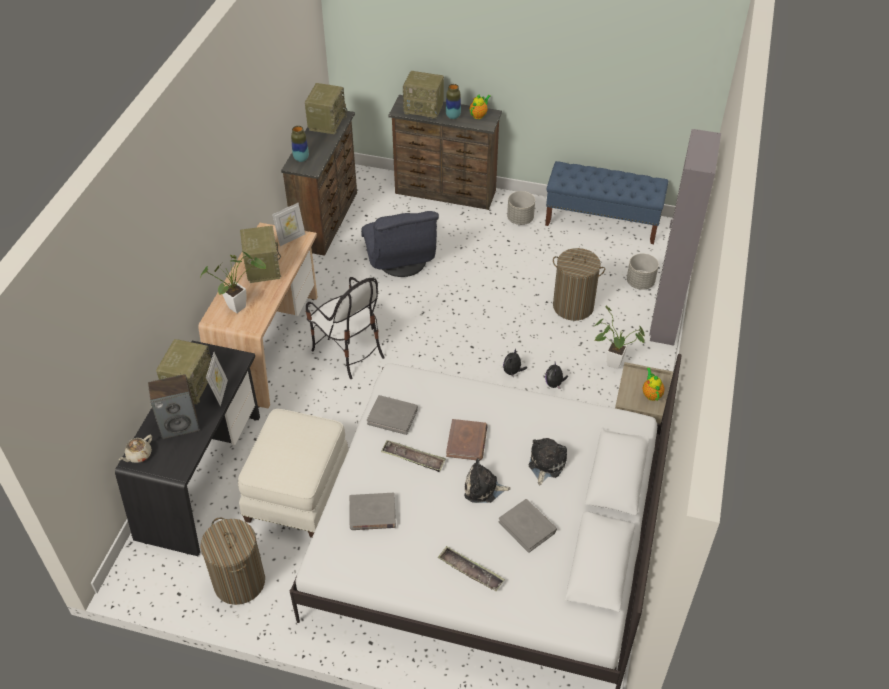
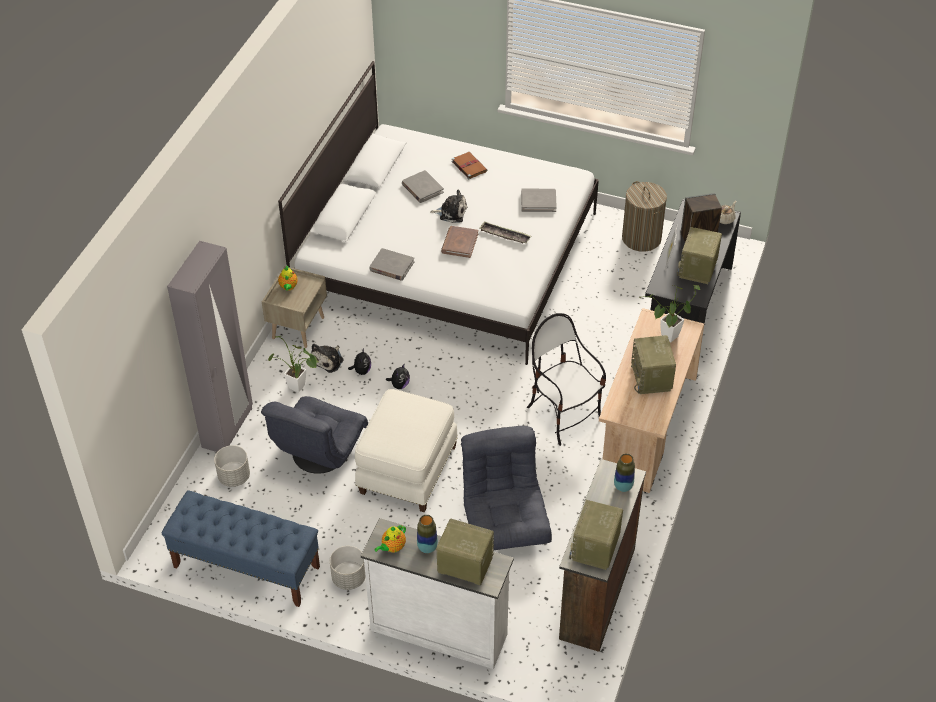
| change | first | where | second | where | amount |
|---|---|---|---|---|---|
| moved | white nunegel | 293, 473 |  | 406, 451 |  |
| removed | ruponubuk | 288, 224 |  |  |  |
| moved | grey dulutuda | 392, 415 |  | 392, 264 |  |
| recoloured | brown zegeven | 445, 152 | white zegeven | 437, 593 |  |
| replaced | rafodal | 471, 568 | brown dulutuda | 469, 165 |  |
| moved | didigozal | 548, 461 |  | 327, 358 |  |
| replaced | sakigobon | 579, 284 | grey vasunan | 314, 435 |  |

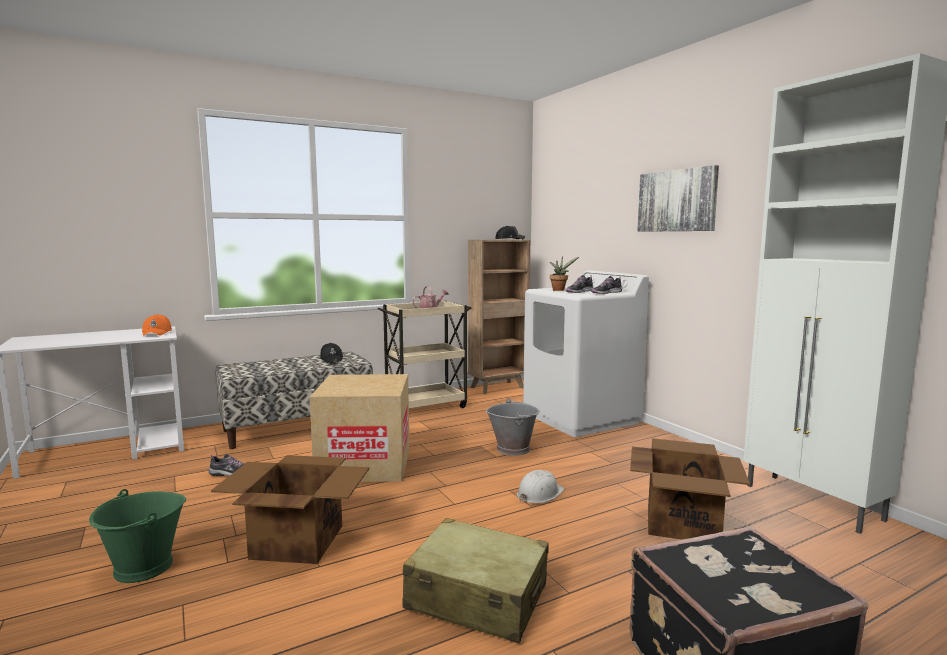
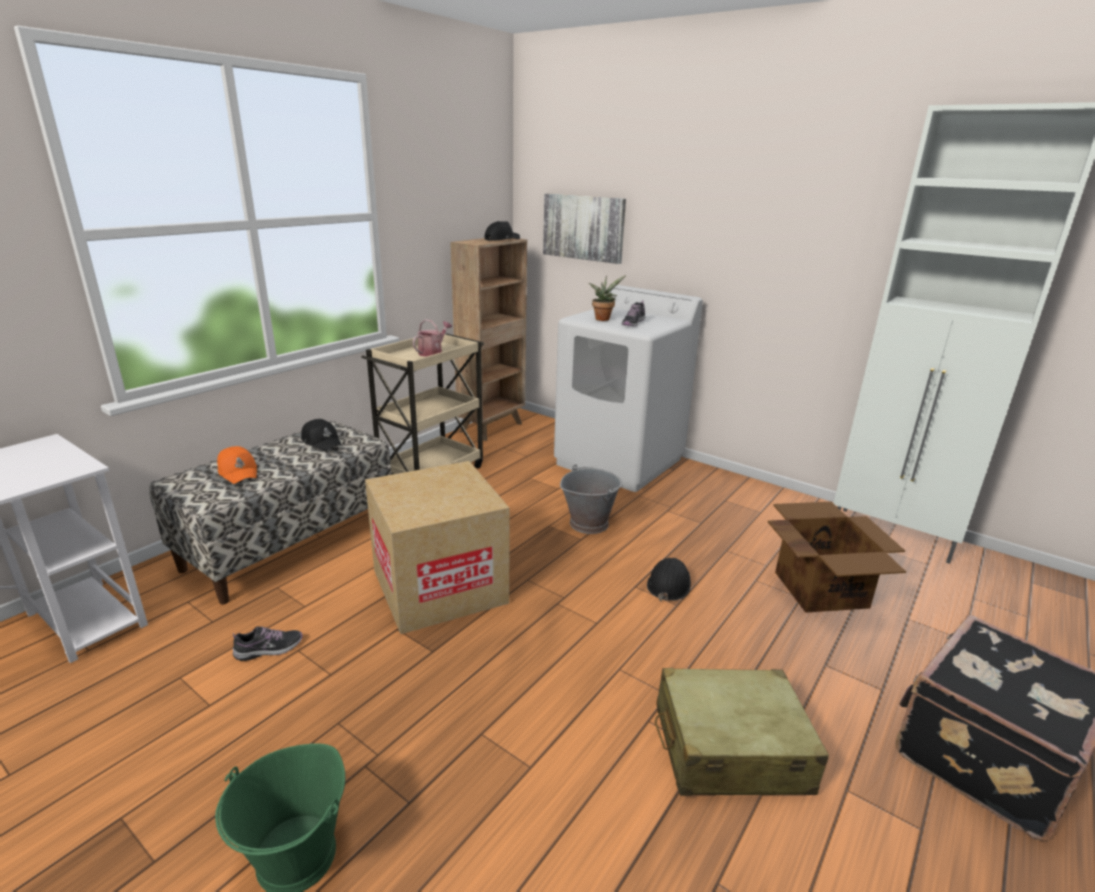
| change | first | where | second | where | amount |
|---|---|---|---|---|---|
| moved | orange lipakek | 157, 325 |  | 237, 465 |  |
| removed | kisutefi | 290, 509 |  |  |  |
| recoloured | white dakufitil | 540, 486 | black dakufitil | 669, 579 |  |
| removed | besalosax | 606, 285 |  |  |  |
| moved | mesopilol | 678, 198 |  | 584, 229 |  |

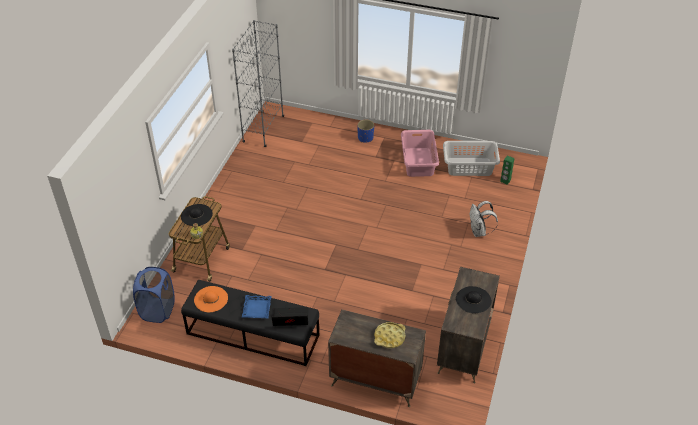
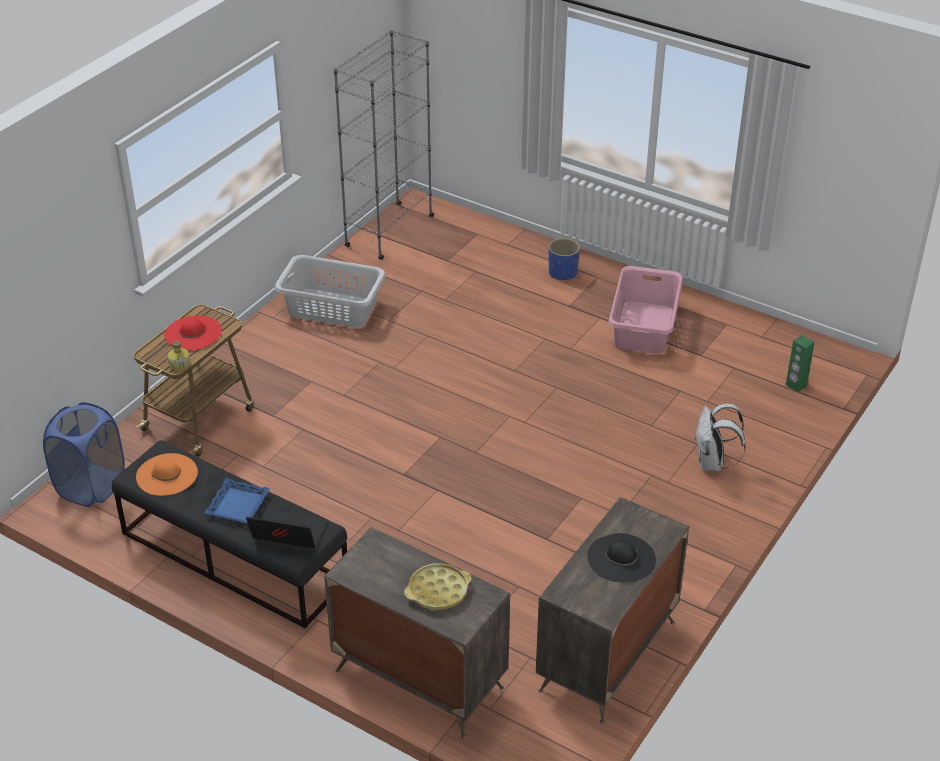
| change | first | where | second | where | amount |
|---|---|---|---|---|---|
| recoloured | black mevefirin | 197, 215 | red mevefirin | 193, 333 |  |
| moved | grey sakigobon | 471, 158 |  | 330, 291 |  |

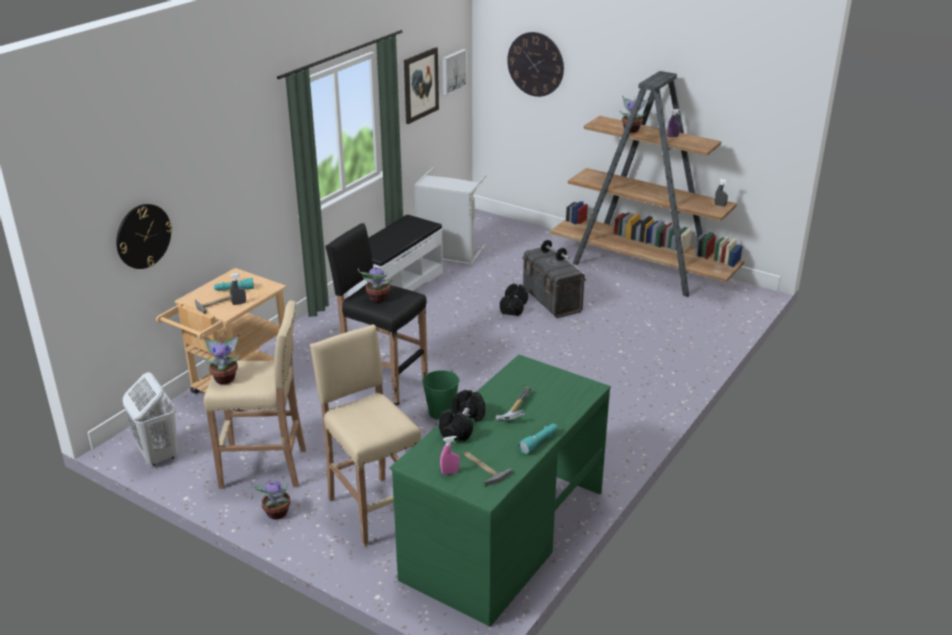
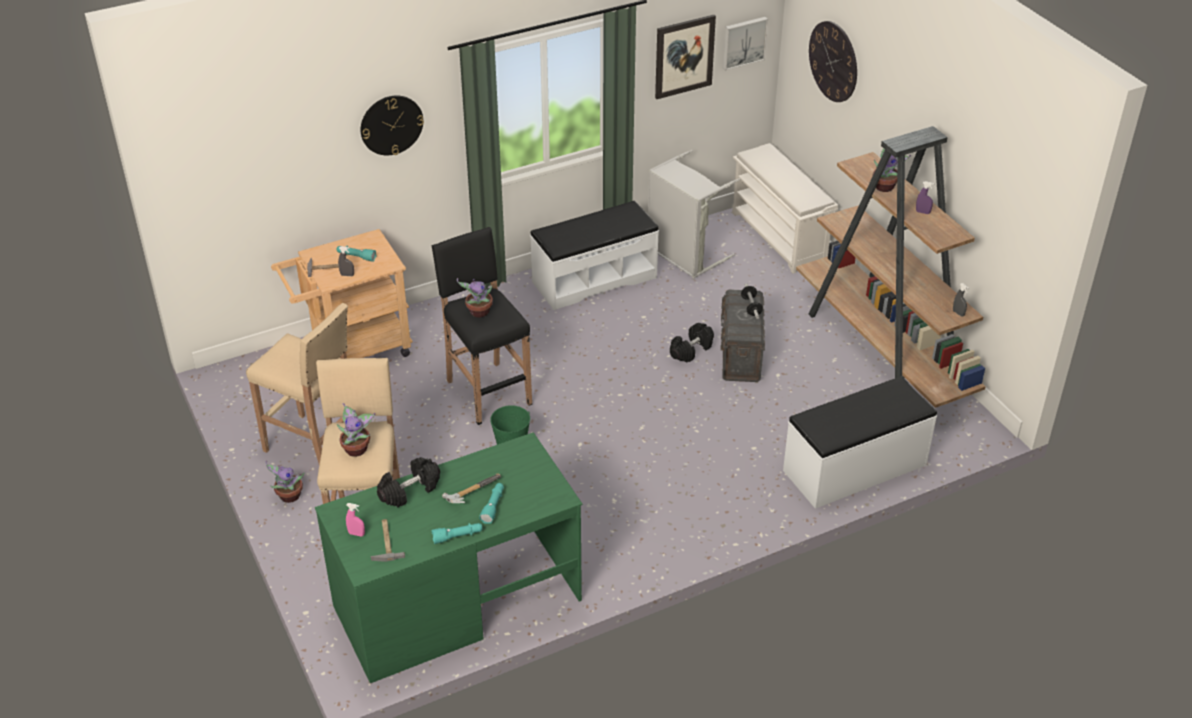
| change | first | where | second | where | amount |
|---|---|---|---|---|---|
| moved | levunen | 144, 236 |  | 392, 125 |  |
| removed | white sakigobon | 150, 419 |  |  |  |
| moved | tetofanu | 221, 359 |  | 356, 430 |  |
| added |  |  | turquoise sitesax | 491, 503 |  |
| added |  |  | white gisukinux | 785, 208 |  |
| added |  |  | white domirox | 860, 443 |  |

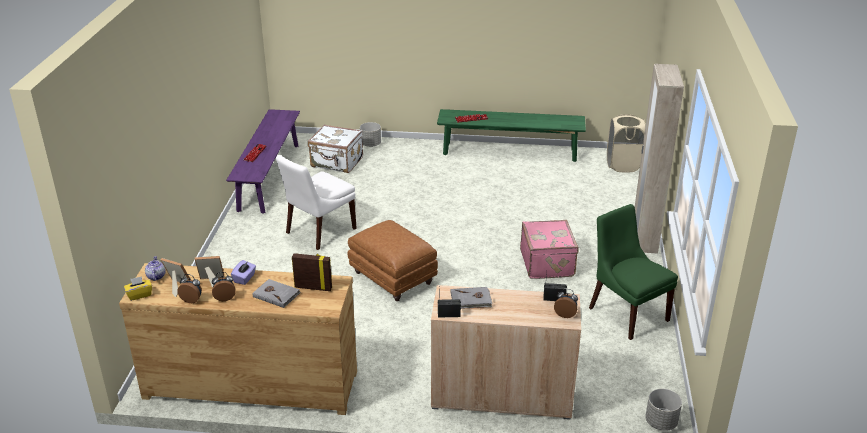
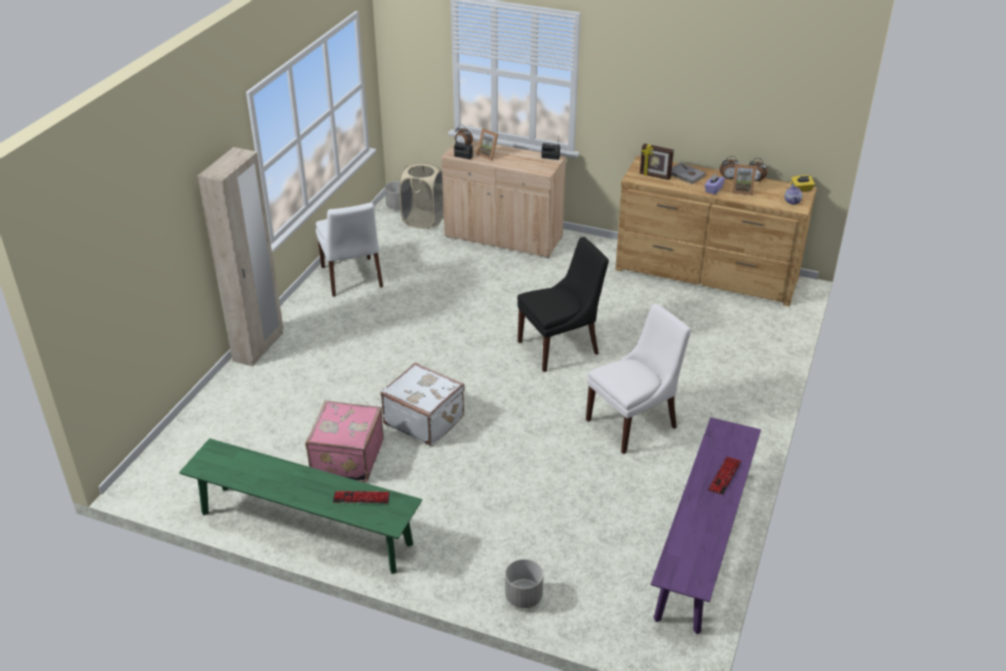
| change | first | where | second | where | amount |
|---|---|---|---|---|---|
| moved | ruponubuk | 176, 277 |  | 487, 144 |  |
| moved | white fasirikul | 335, 148 |  | 422, 404 |  |
| replaced | brown nunegel | 392, 260 | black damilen | 563, 304 |  |
| removed | grey dulutuda | 472, 298 |  |  |  |
| moved | pink fasirikul | 549, 249 |  | 344, 441 |  |
| recoloured | green damilen | 633, 272 | white damilen | 349, 249 |  |
| moved | beige sakigobon | 626, 143 |  | 421, 195 |  |

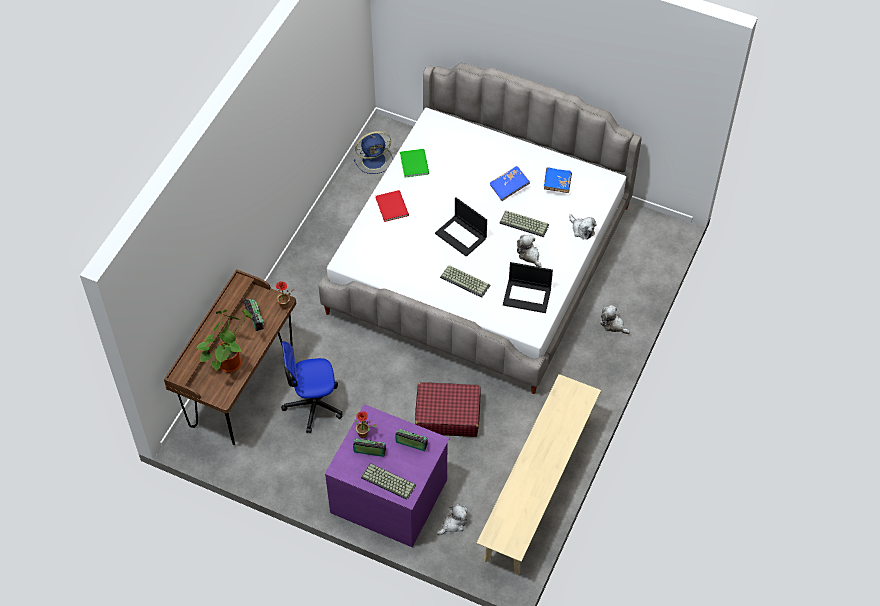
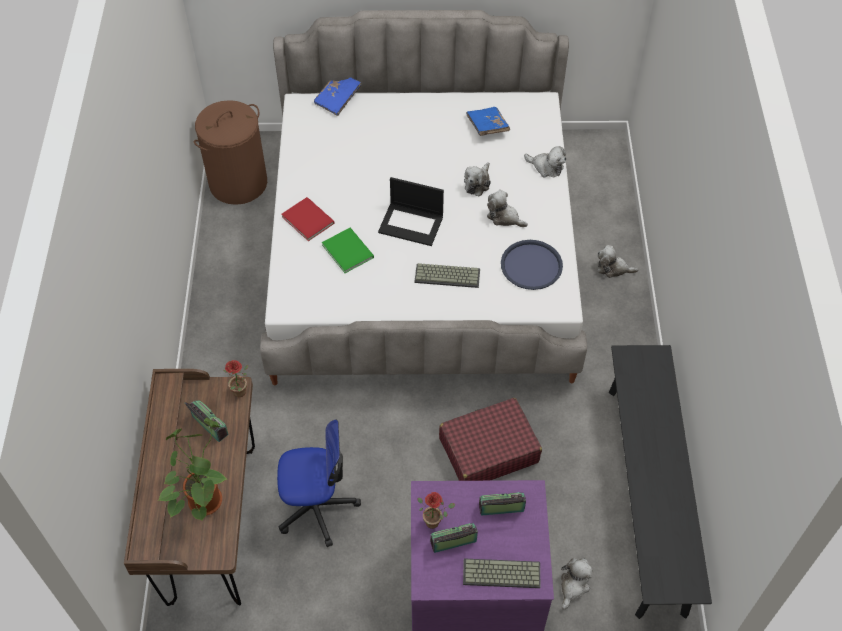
| change | first | where | second | where | amount |
|---|---|---|---|---|---|
| turned | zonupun | 311, 387 |  | 319, 483 | 150 degrees counterclockwise |
| replaced | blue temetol | 373, 152 | brown sakigobon | 230, 152 |  |
| moved | green dulutuda | 414, 163 |  | 348, 250 |  |
| recoloured | beige domirox | 539, 474 | black domirox | 660, 482 |  |
| moved | blue dulutuda | 510, 183 |  | 337, 96 |  |
| replaced | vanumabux | 524, 224 | didigozal | 477, 179 |  |
| replaced | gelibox | 528, 287 | blue rafodal | 532, 265 |  |

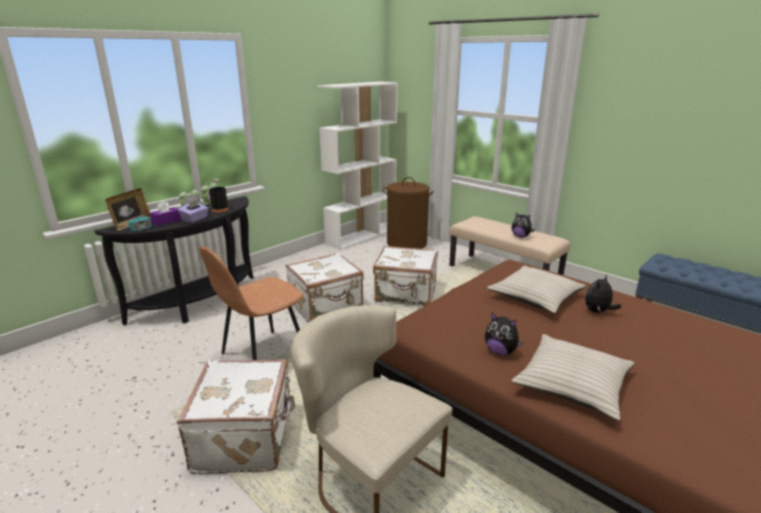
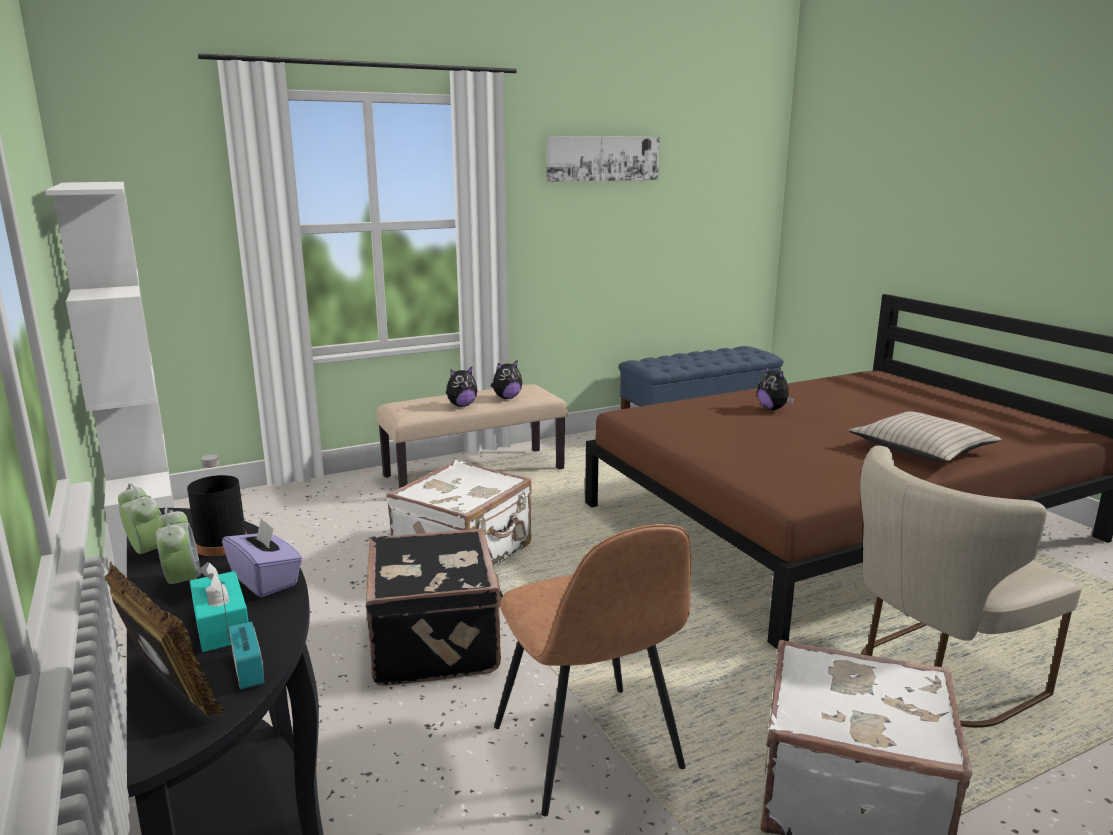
| change | first | where | second | where | amount |
|---|---|---|---|---|---|
| recoloured | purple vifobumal | 165, 213 | turquoise vifobumal | 219, 607 |  |
| recoloured | white fasirikul | 324, 287 | black fasirikul | 434, 606 |  |
| removed | brown sakigobon | 408, 213 |  |  |  |
| moved | didigozal | 504, 333 |  | 461, 387 |  |
| removed | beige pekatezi | 536, 289 |  |  |  |
| added |  |  | mesopilol | 603, 159 |  |

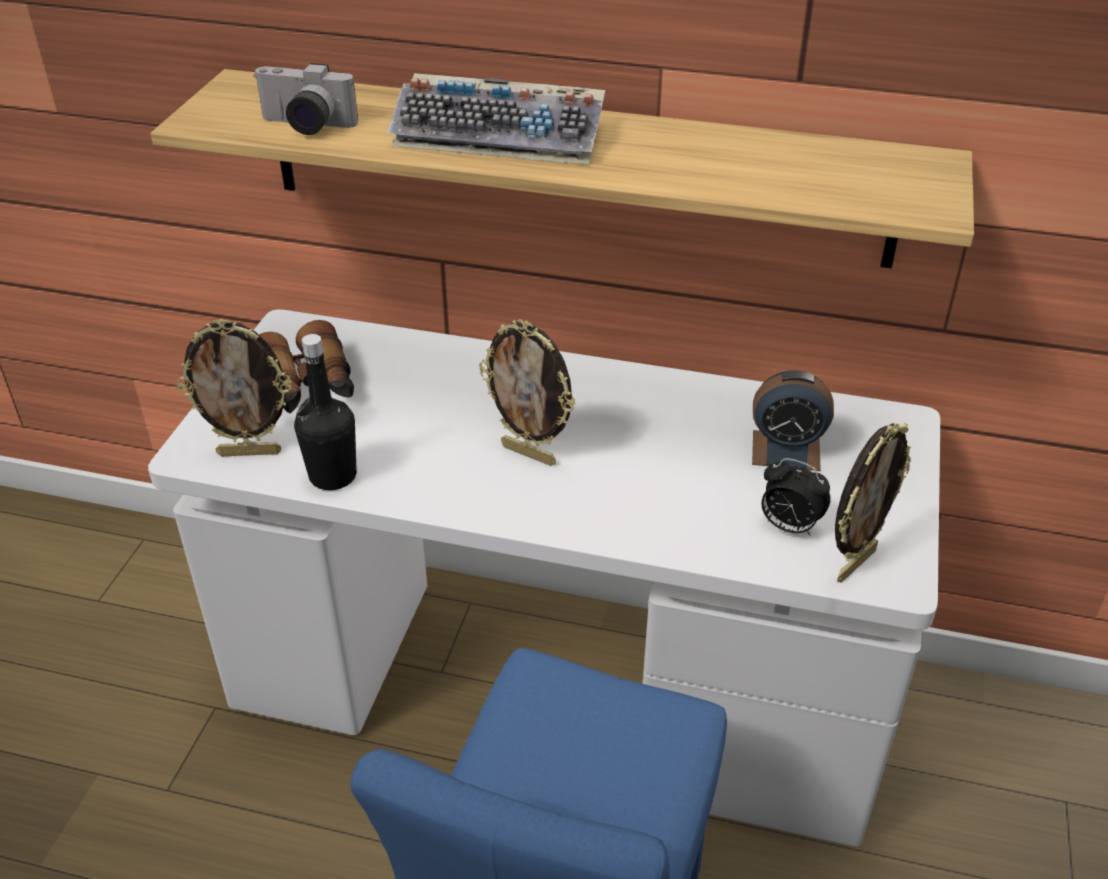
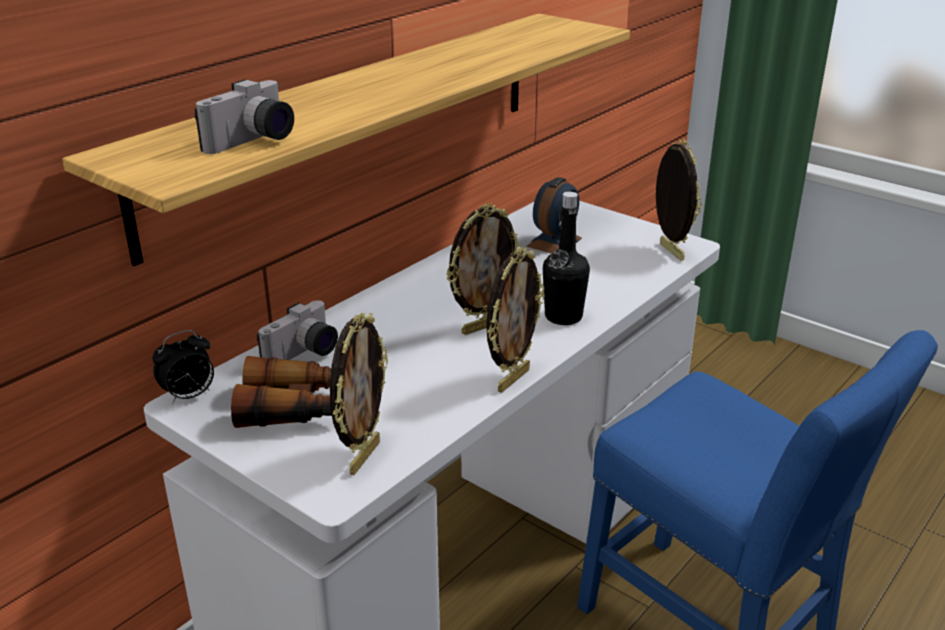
| change | first | where | second | where | amount |
|---|---|---|---|---|---|
| moved | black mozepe | 325, 412 |  | 566, 258 |  |
| removed | vanumabux | 496, 118 |  |  |  |
| moved | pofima | 796, 497 |  | 183, 367 |  |
| added |  |  | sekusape | 297, 330 |  |
| added |  |  | ruponubuk | 515, 320 |  |

